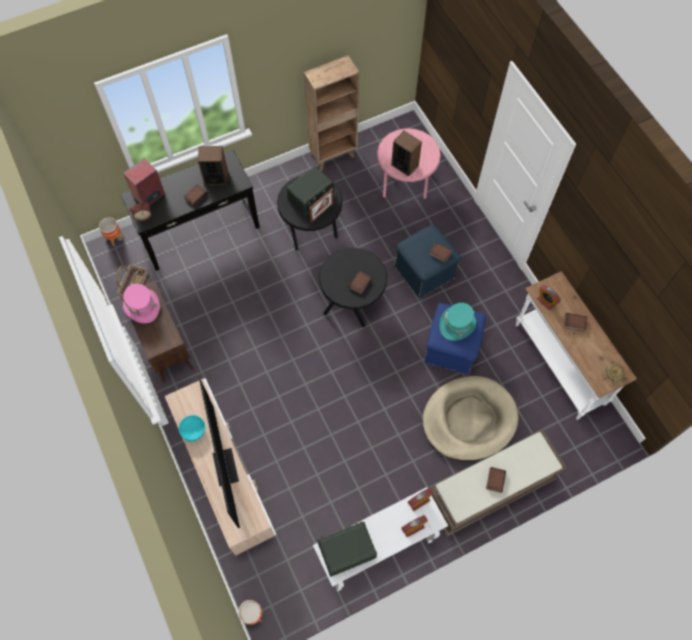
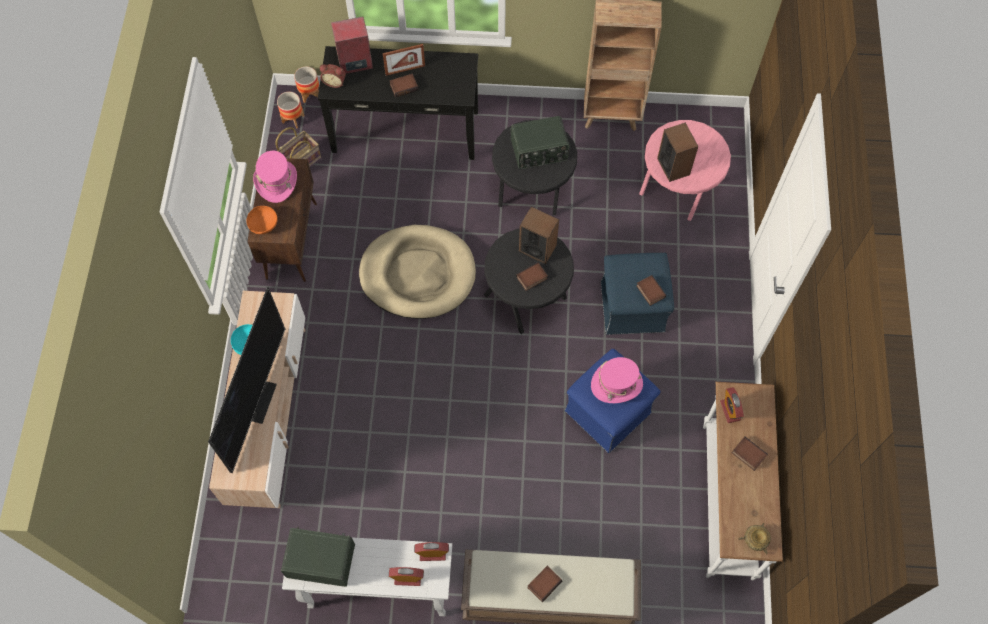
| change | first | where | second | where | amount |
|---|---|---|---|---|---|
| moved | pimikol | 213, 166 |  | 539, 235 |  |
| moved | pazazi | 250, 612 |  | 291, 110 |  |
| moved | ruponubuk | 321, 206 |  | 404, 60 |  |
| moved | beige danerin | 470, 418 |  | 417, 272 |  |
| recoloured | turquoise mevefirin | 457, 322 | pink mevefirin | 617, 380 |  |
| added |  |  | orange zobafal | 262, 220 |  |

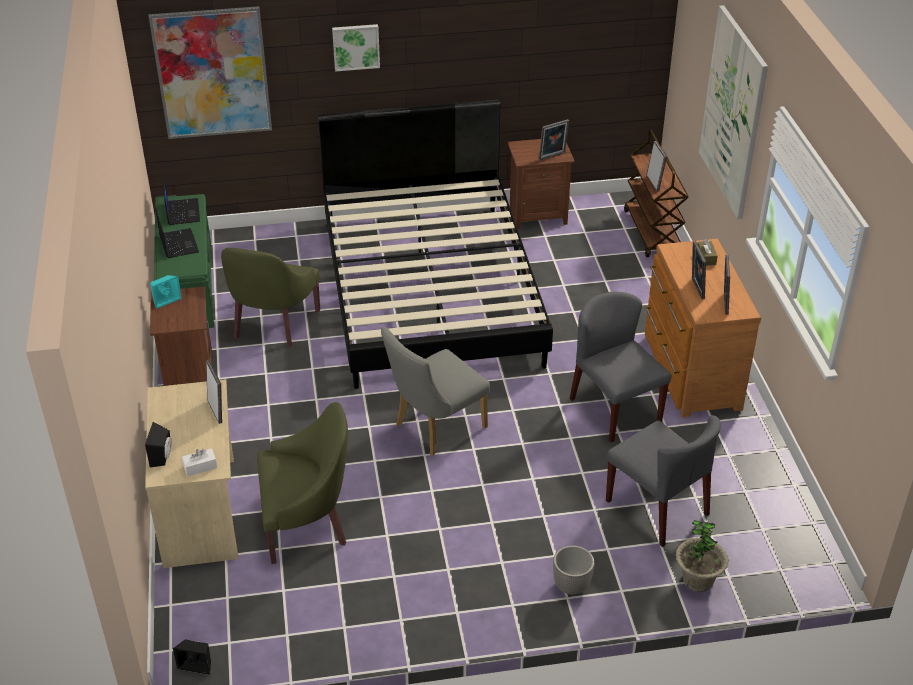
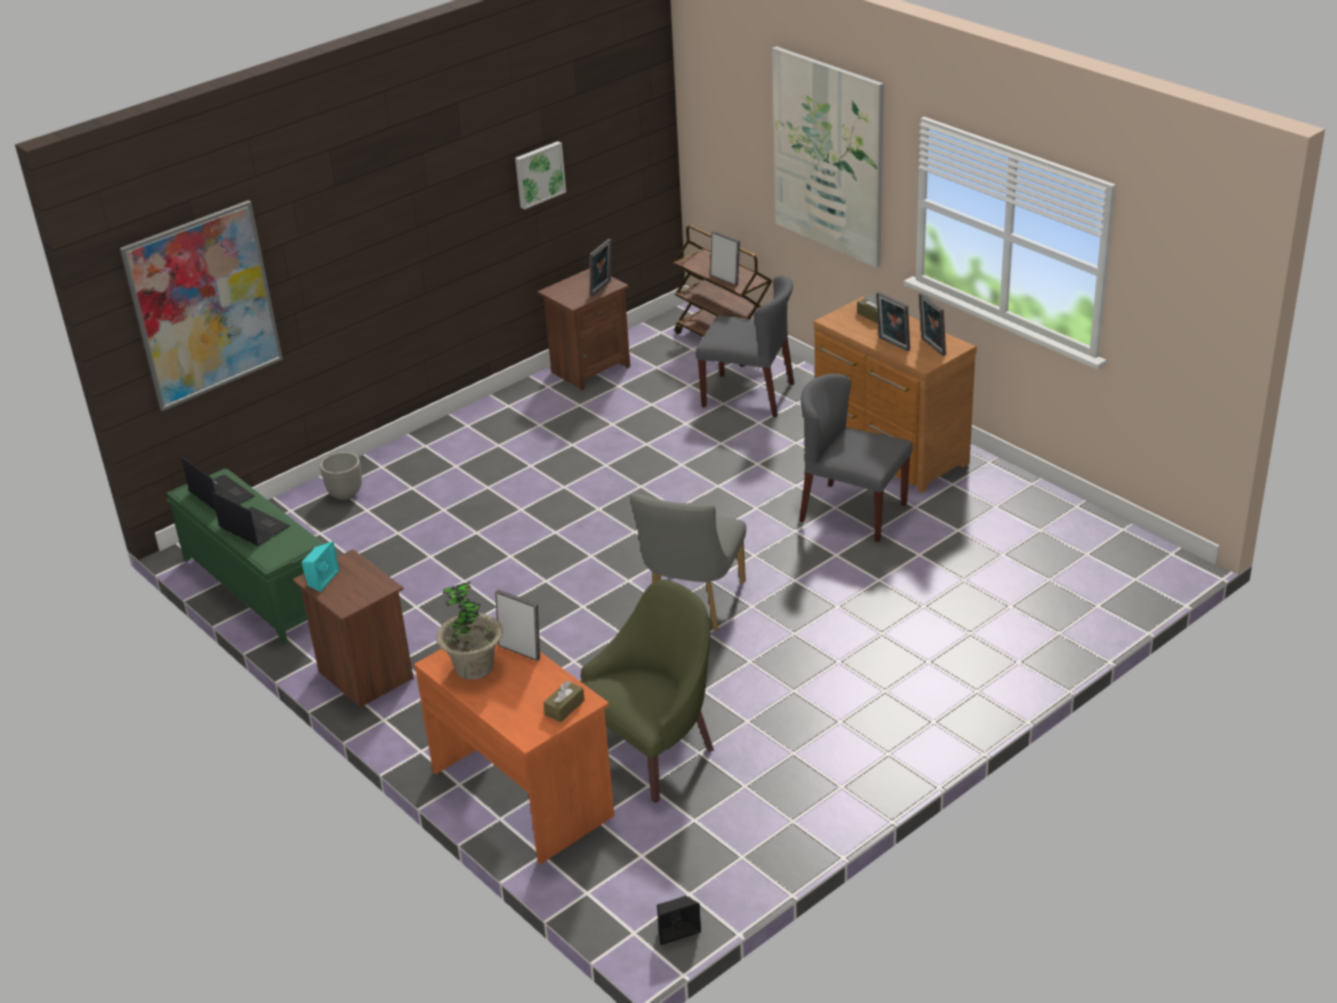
| change | first | where | second | where | amount |
|---|---|---|---|---|---|
| recoloured | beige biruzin | 192, 473 | orange biruzin | 514, 753 |  |
| removed | black pimikol | 158, 444 |  |  |  |
| recoloured | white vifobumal | 199, 462 | brown vifobumal | 564, 701 |  |
| removed | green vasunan | 270, 297 |  |  |  |
| removed | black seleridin | 435, 244 |  |  |  |
| moved | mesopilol | 356, 48 |  | 540, 175 |  |
| moved | pazazi | 573, 570 |  | 341, 476 |  |
| moved | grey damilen | 663, 481 |  | 745, 346 |  |
| moved | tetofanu | 702, 556 |  | 469, 630 |  |

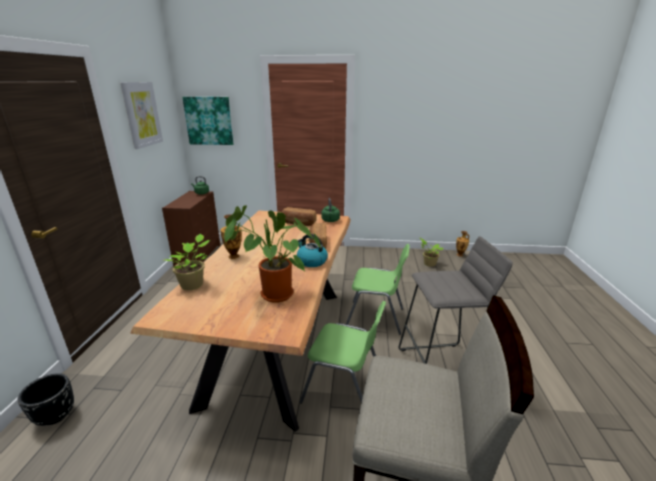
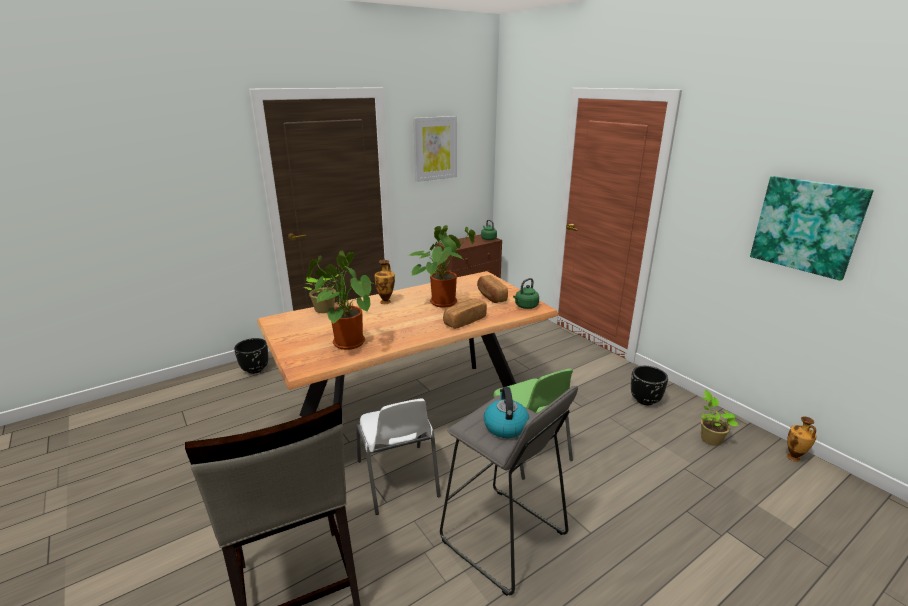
| change | first | where | second | where | amount |
|---|---|---|---|---|---|
| moved | mesopilol | 207, 121 |  | 812, 228 |  |
| moved | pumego | 312, 250 |  | 506, 412 |  |
| recoloured | green damilen | 342, 352 | white damilen | 398, 456 |  |
| added |  |  | tetofanu | 441, 266 |  |
| added |  |  | black pazazi | 649, 385 |  |

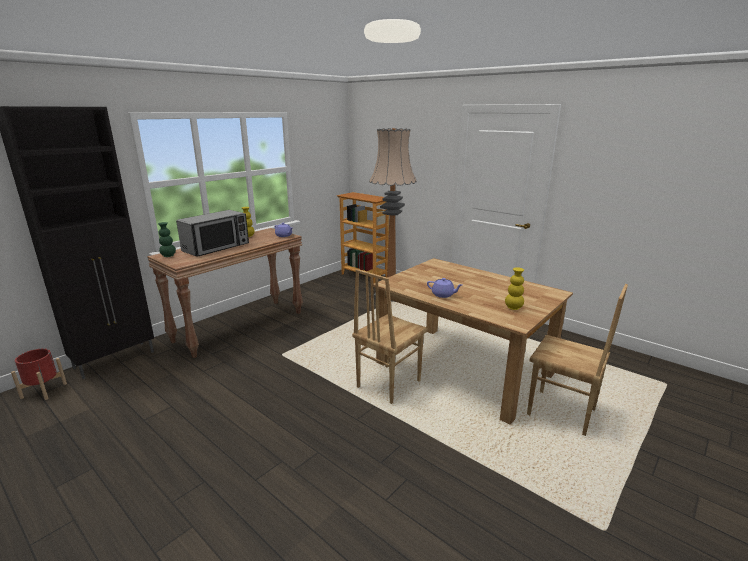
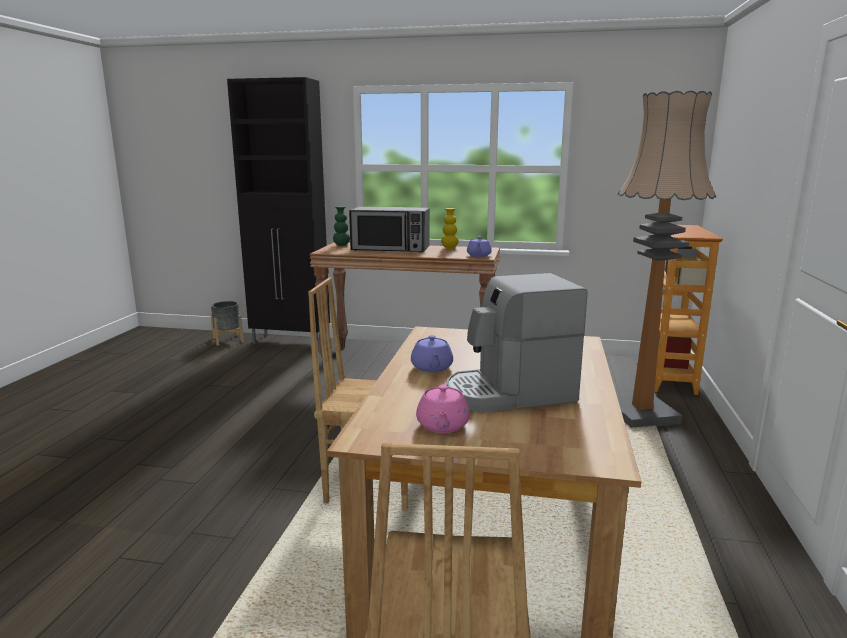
| change | first | where | second | where | amount |
|---|---|---|---|---|---|
| recoloured | red pazazi | 39, 374 | grey pazazi | 227, 323 |  |
| replaced | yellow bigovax | 514, 288 | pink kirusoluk | 443, 408 |  |
| added |  |  | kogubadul | 517, 343 |  |

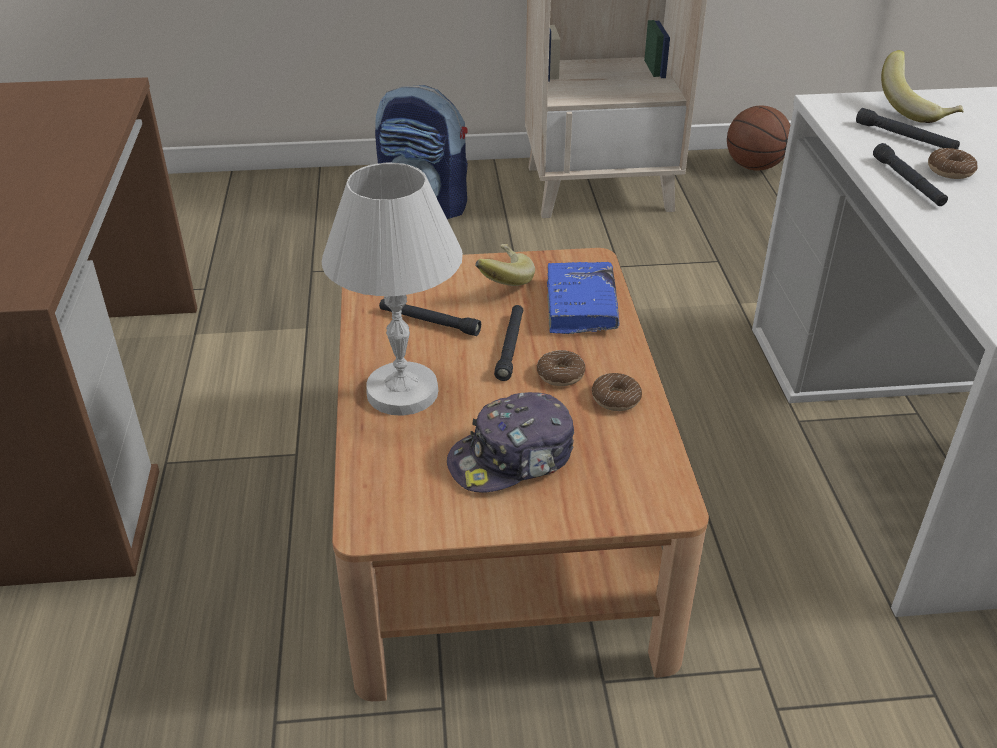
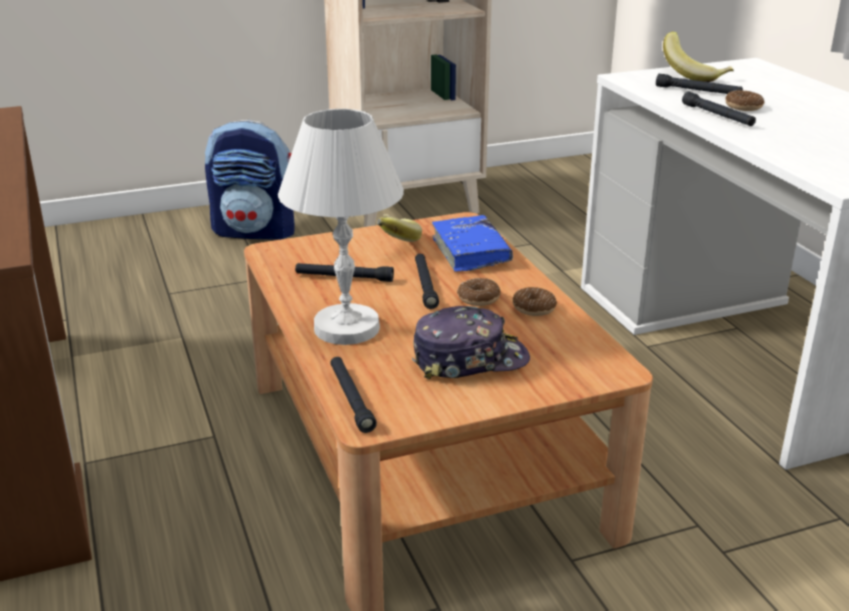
| change | first | where | second | where | amount |
|---|---|---|---|---|---|
| turned | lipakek | 510, 442 |  | 471, 342 | 150 degrees counterclockwise |
| removed | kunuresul | 758, 138 |  |  |  |
| added |  |  | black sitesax | 353, 395 |  |

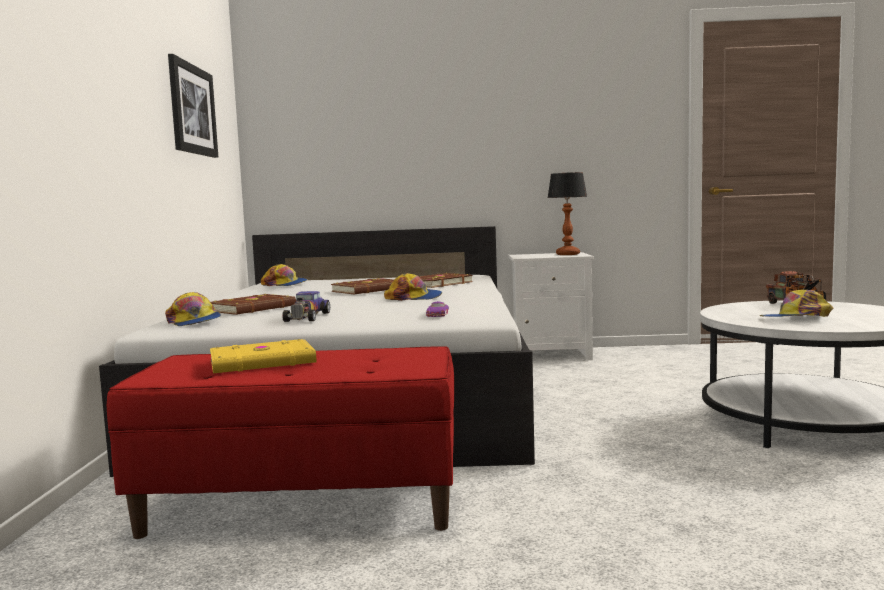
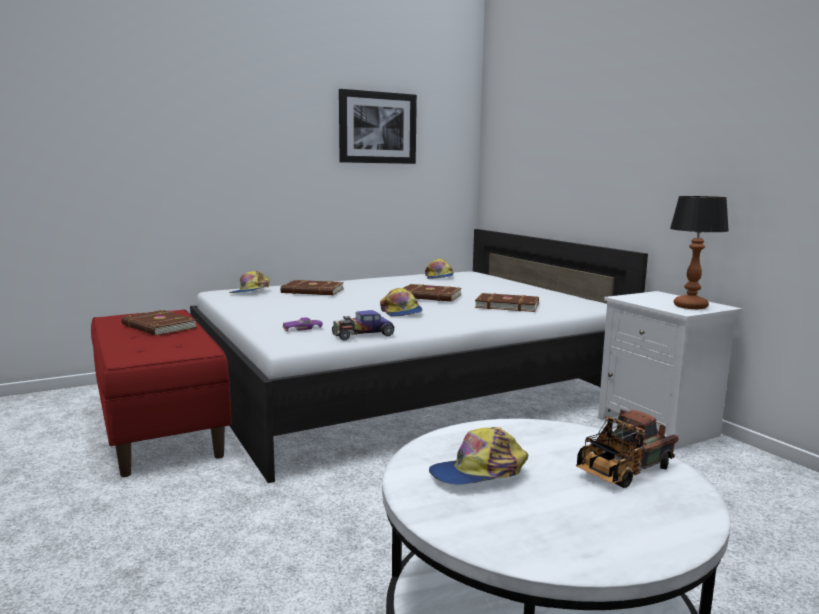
| change | first | where | second | where | amount |
|---|---|---|---|---|---|
| recoloured | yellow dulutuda | 263, 356 | brown dulutuda | 159, 323 |  |
| moved | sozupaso | 306, 306 |  | 363, 325 |  |
| turned | lipakek | 796, 303 |  | 478, 456 | 90 degrees counterclockwise |

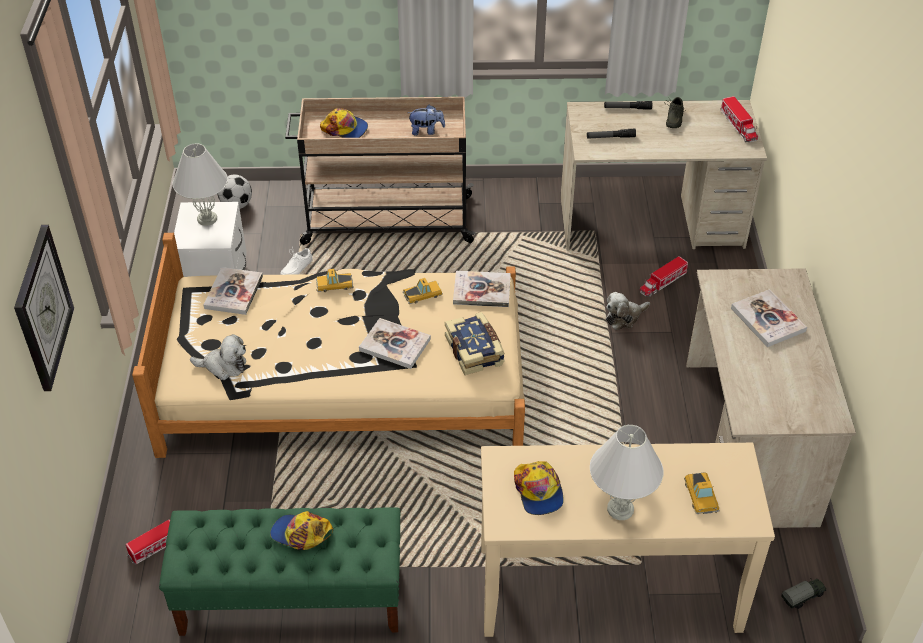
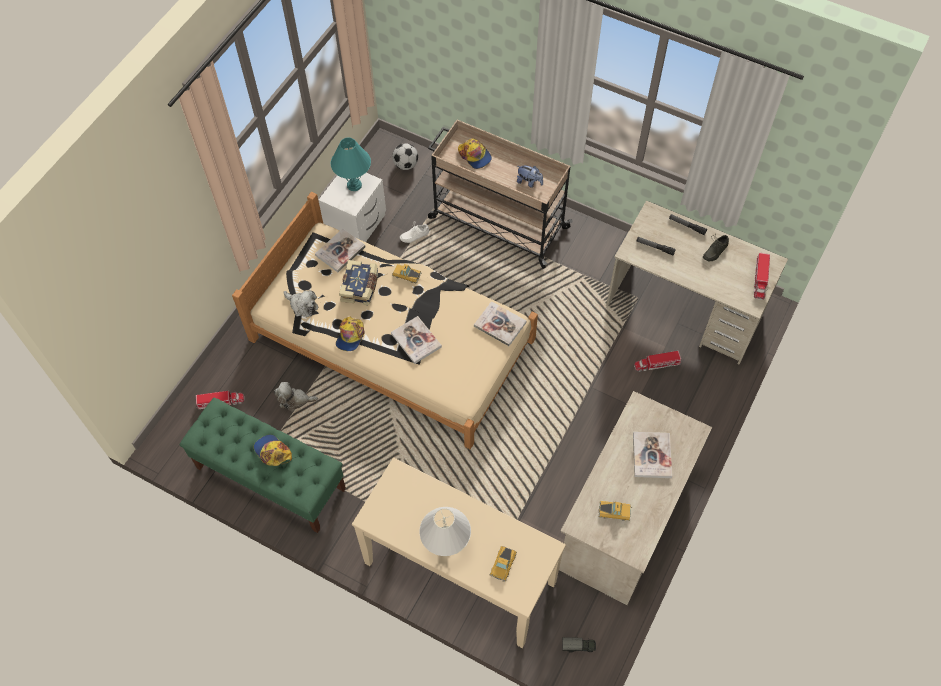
| change | first | where | second | where | amount |
|---|---|---|---|---|---|
| removed | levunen | 44, 308 |  |  |  |
| recoloured | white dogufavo | 200, 184 | turquoise dogufavo | 351, 164 |  |
| moved | sozupaso | 423, 291 |  | 615, 511 |  |
| moved | dulutuda | 475, 343 |  | 358, 282 |  |
| moved | lipakek | 538, 488 |  | 350, 334 |  |
| moved | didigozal | 628, 311 |  | 296, 396 |  |

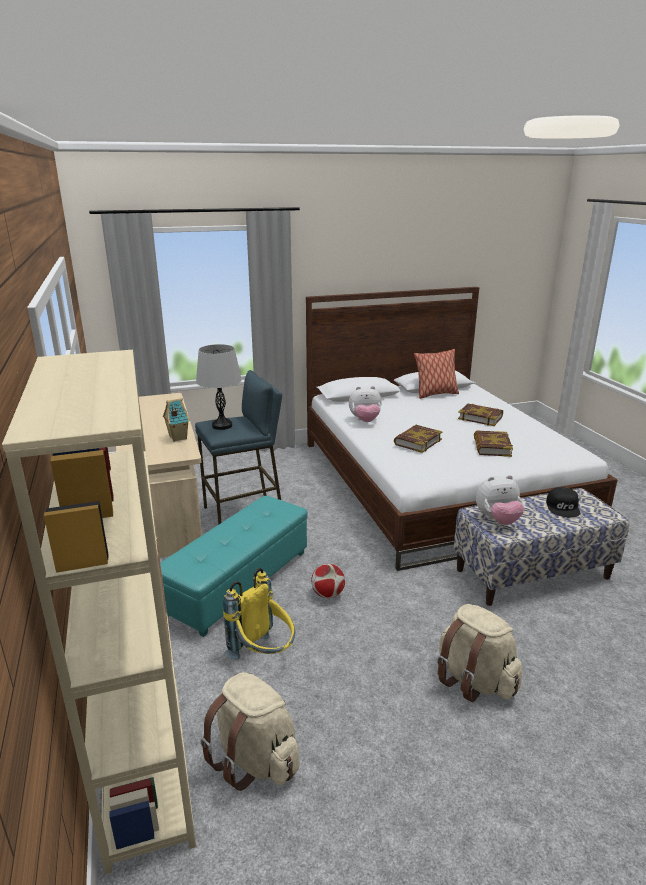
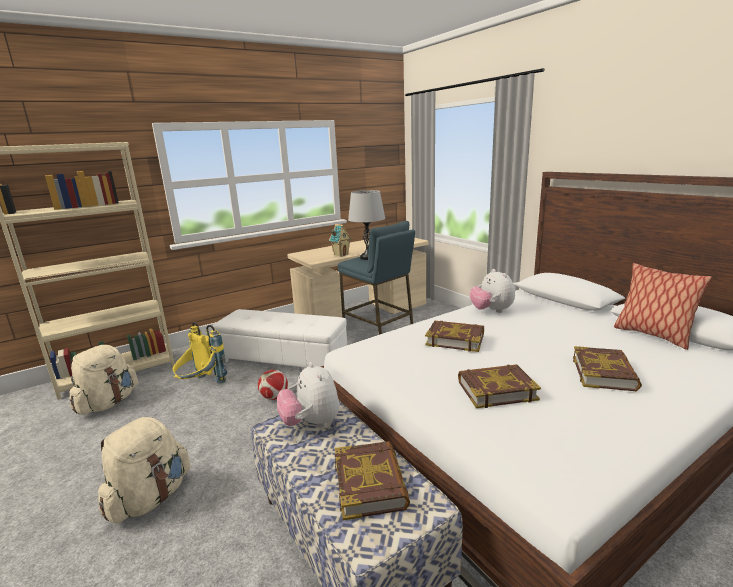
| change | first | where | second | where | amount |
|---|---|---|---|---|---|
| recoloured | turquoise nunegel | 234, 566 | white nunegel | 280, 338 |  |
| replaced | black lipakek | 563, 502 | dulutuda | 372, 481 |  |

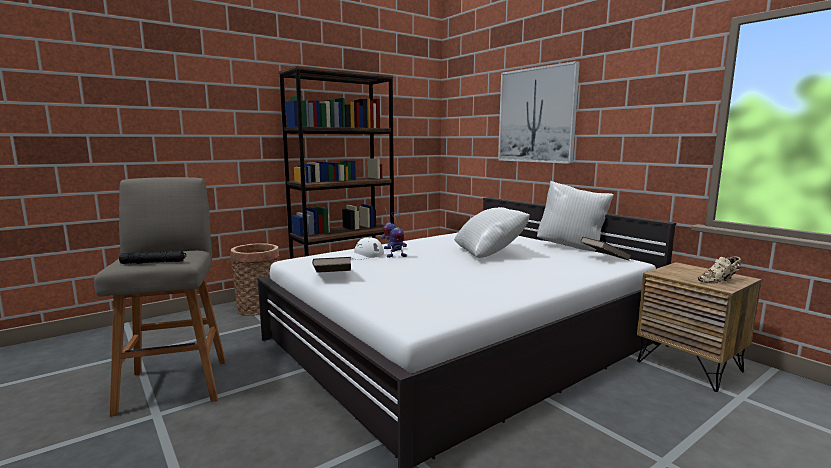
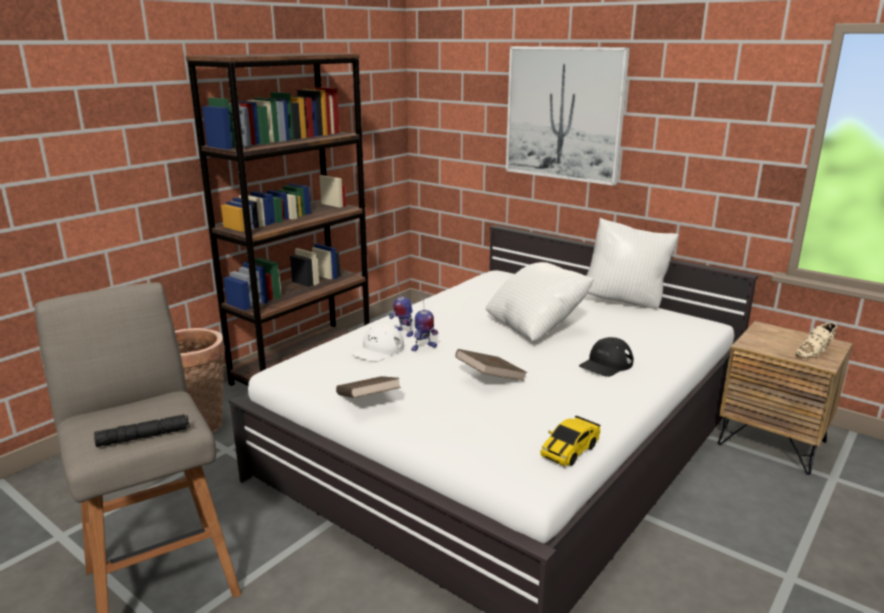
| change | first | where | second | where | amount |
|---|---|---|---|---|---|
| moved | brown dulutuda | 606, 249 |  | 491, 365 |  |
| added |  |  | sozupaso | 570, 441 |  |
| added |  |  | black lipakek | 606, 357 |  |

